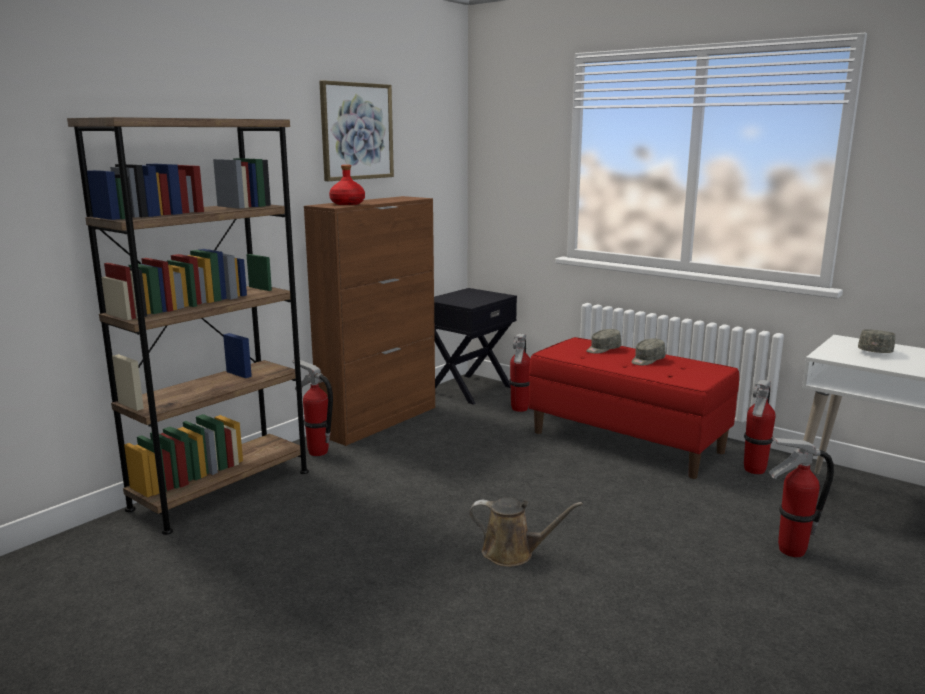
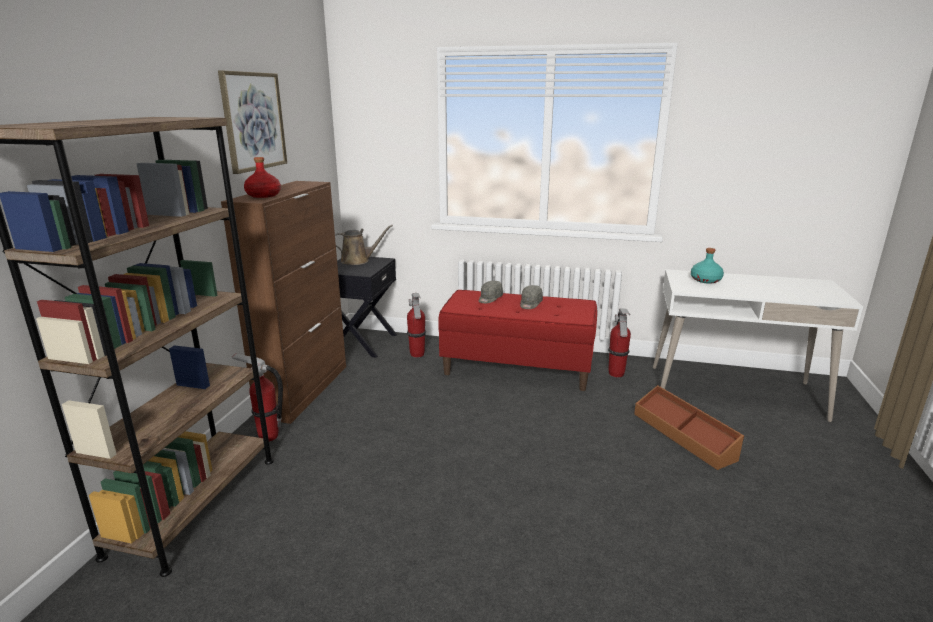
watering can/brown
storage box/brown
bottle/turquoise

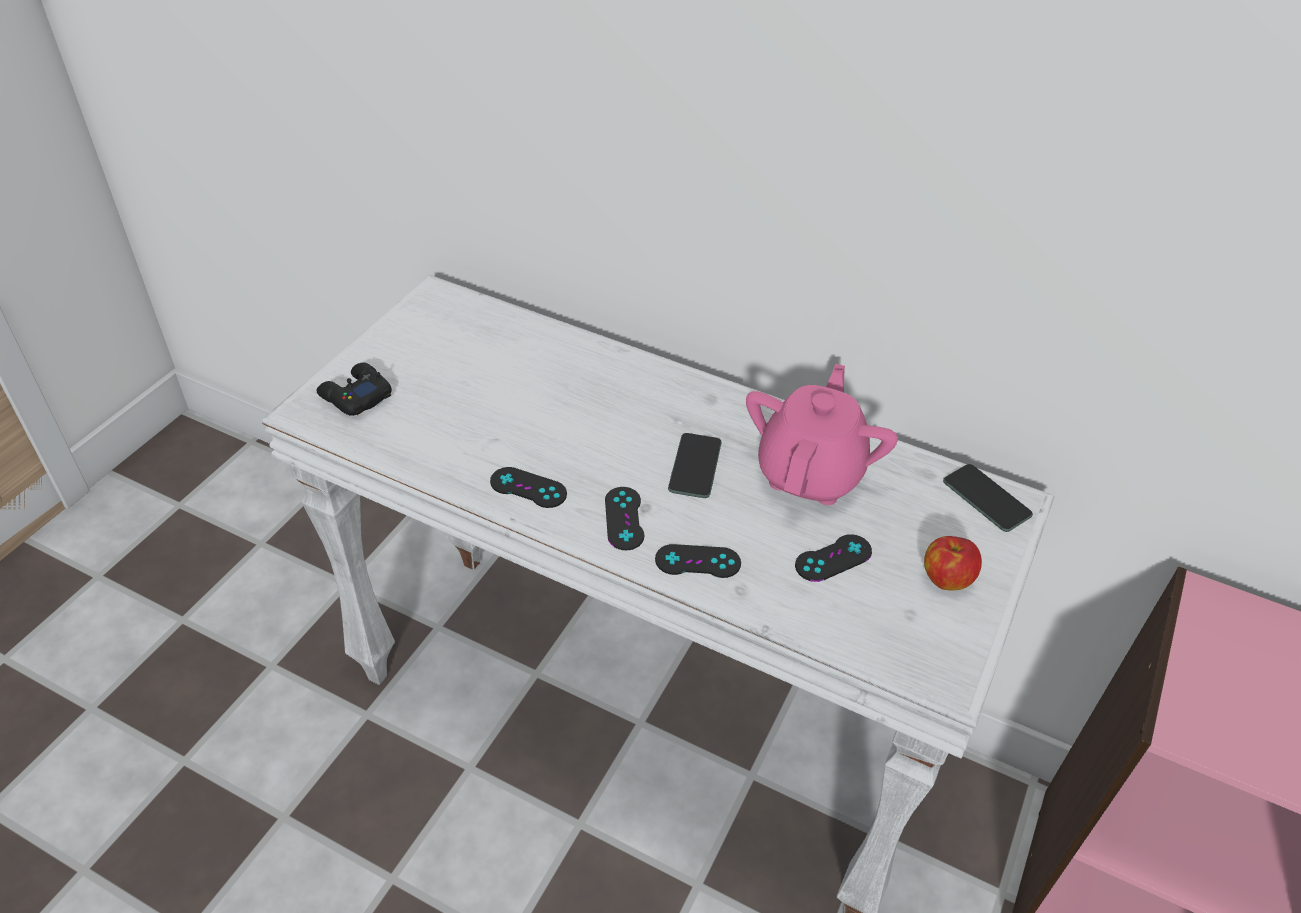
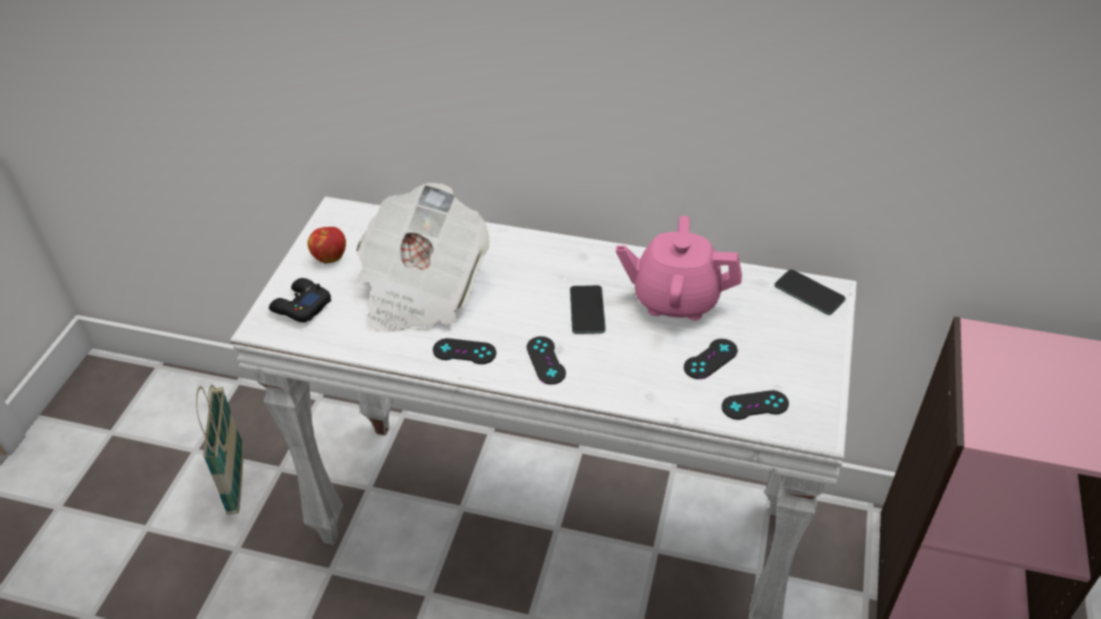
basket
newspaper
game controller/black (5th from left)
apple
teapot/pink

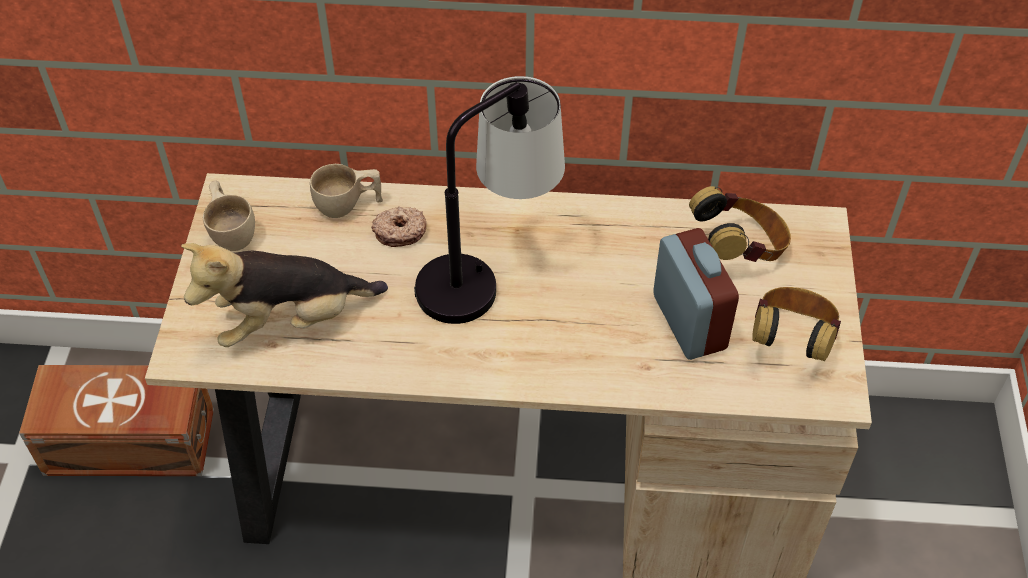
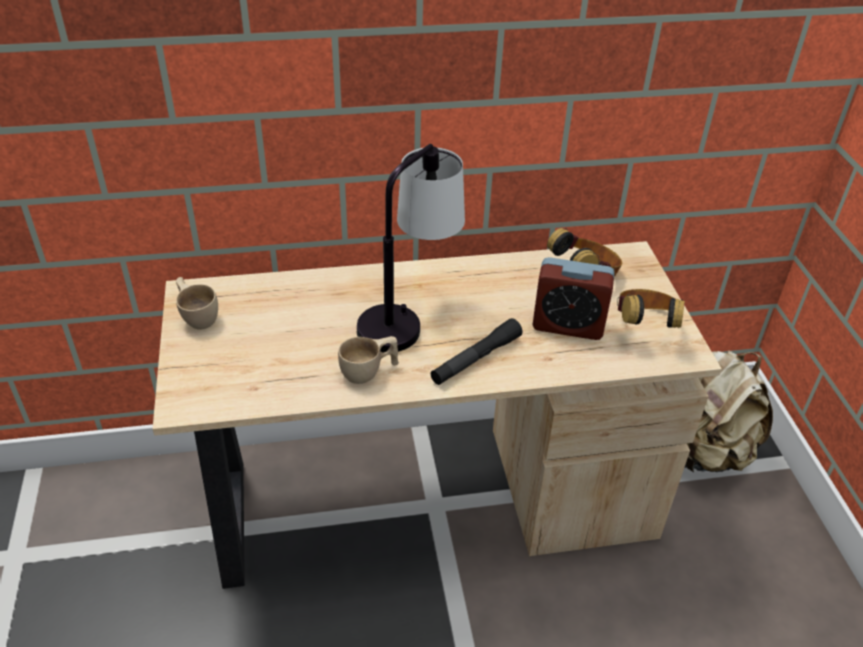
storage box/brown
plush toy
donut
flashlight/black
backpack/beige
cup/beige (2nd from left)
alarm clock

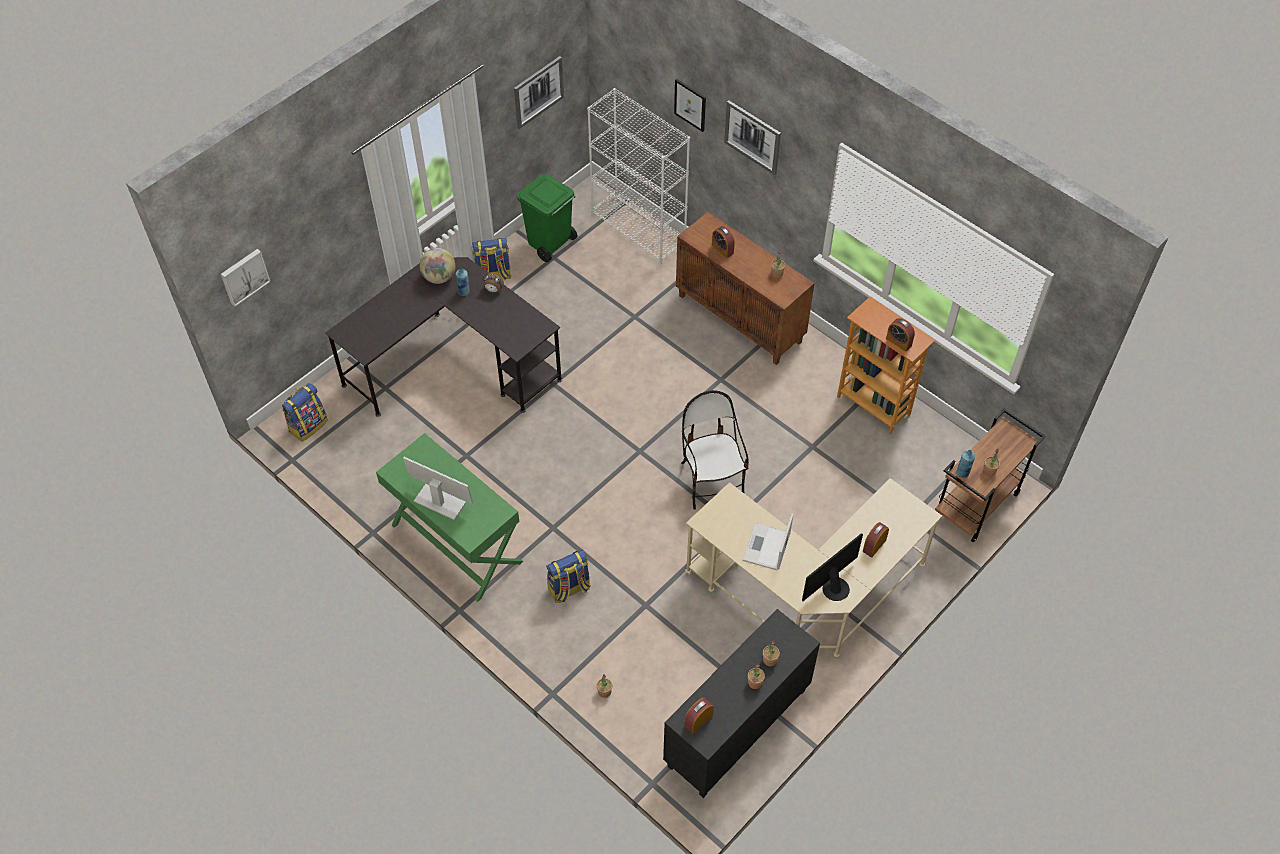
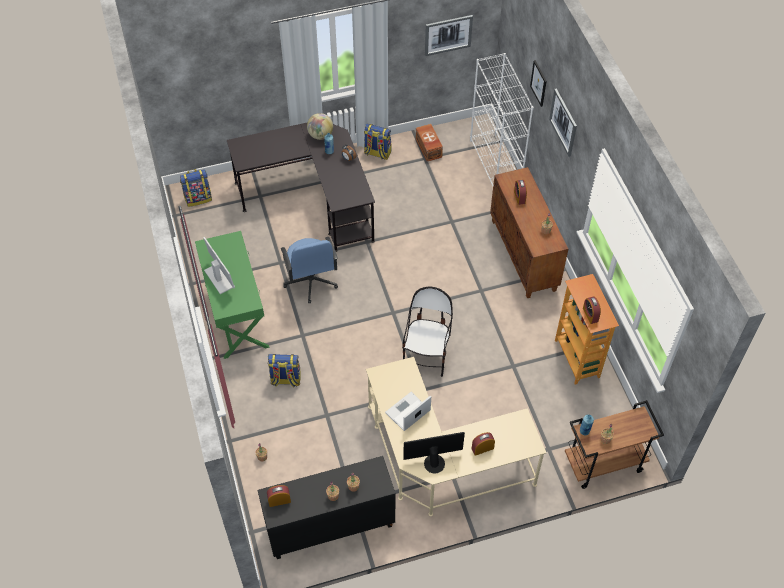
picture (1st from left in the first image)
office chair/blue
storage box/brown

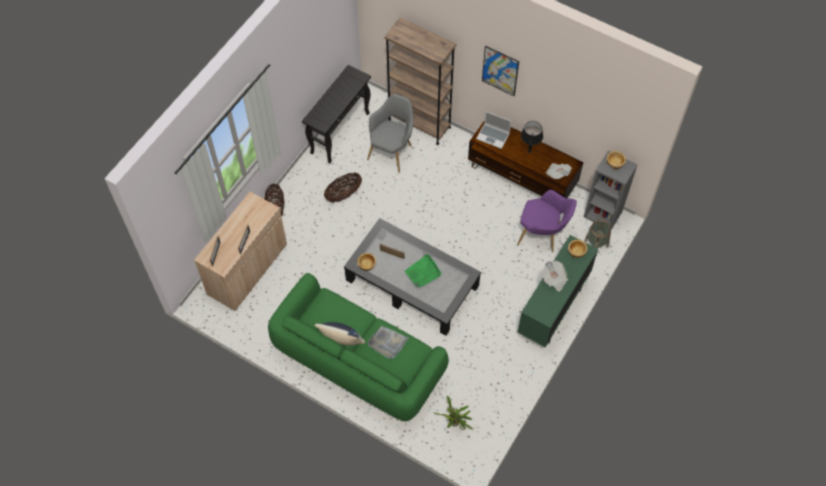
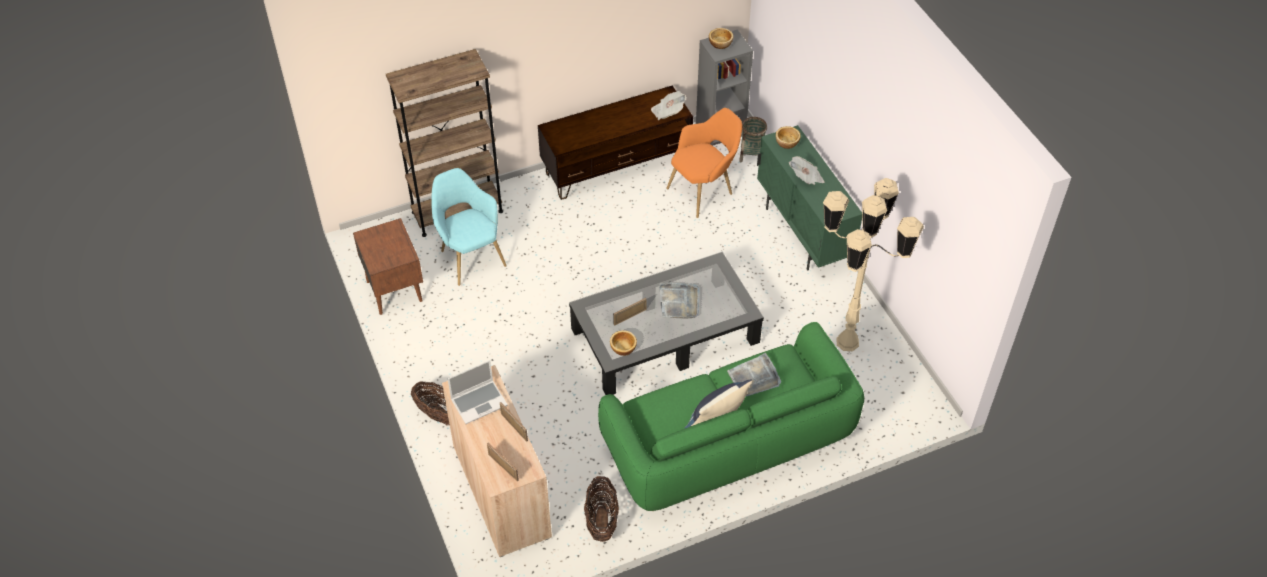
potted plant
picture
table lamp/black
floor lamp/beige
basket (2nd from left)
laptop
nightstand/brown
armchair/turquoise
tray/grey (1st from left)
armchair/orange

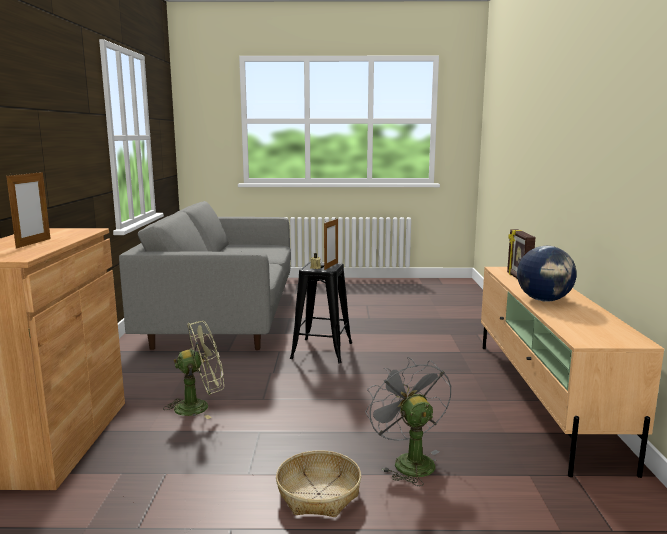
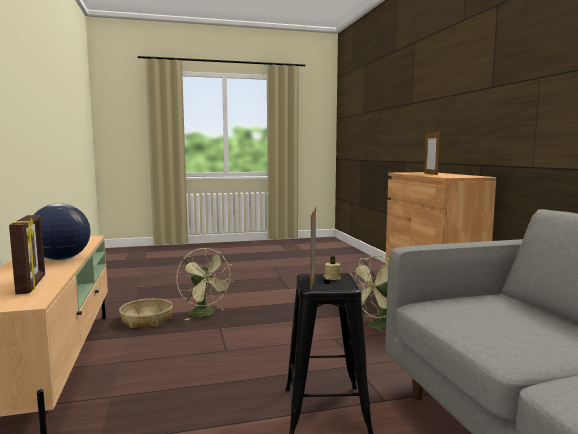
basket
fan/green (1st from left)

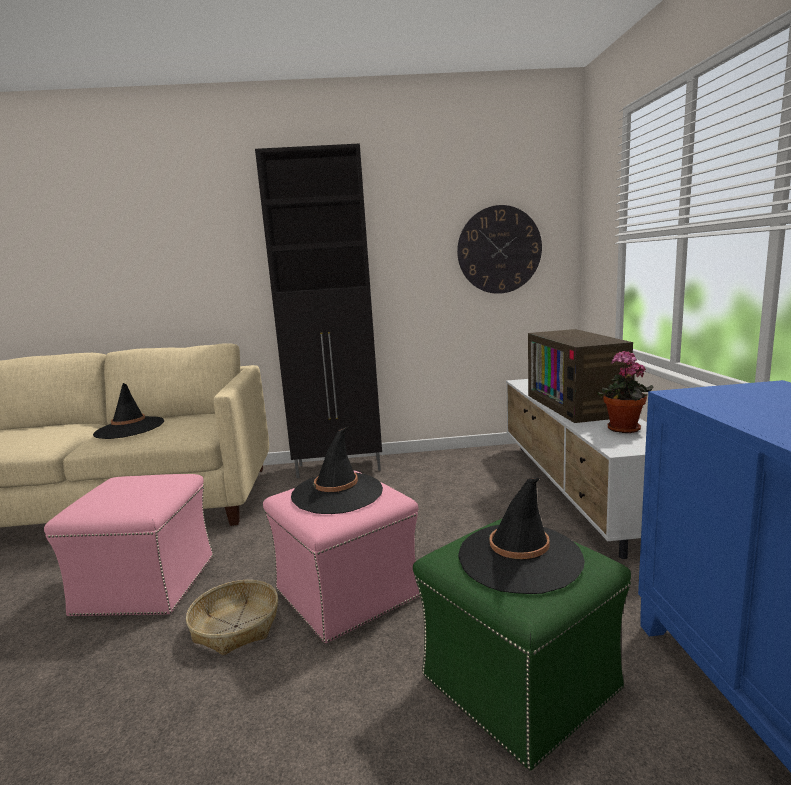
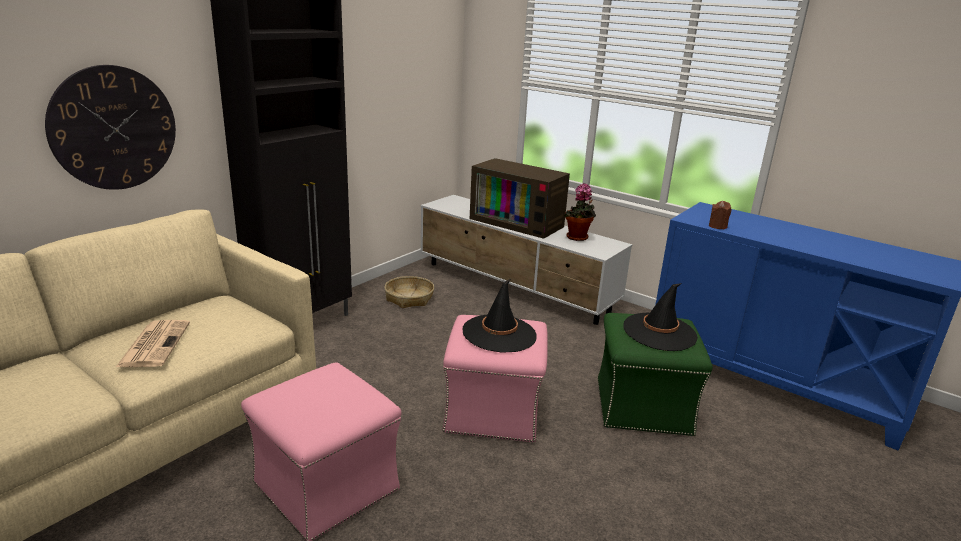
candle/brown
basket
wall clock
newspaper

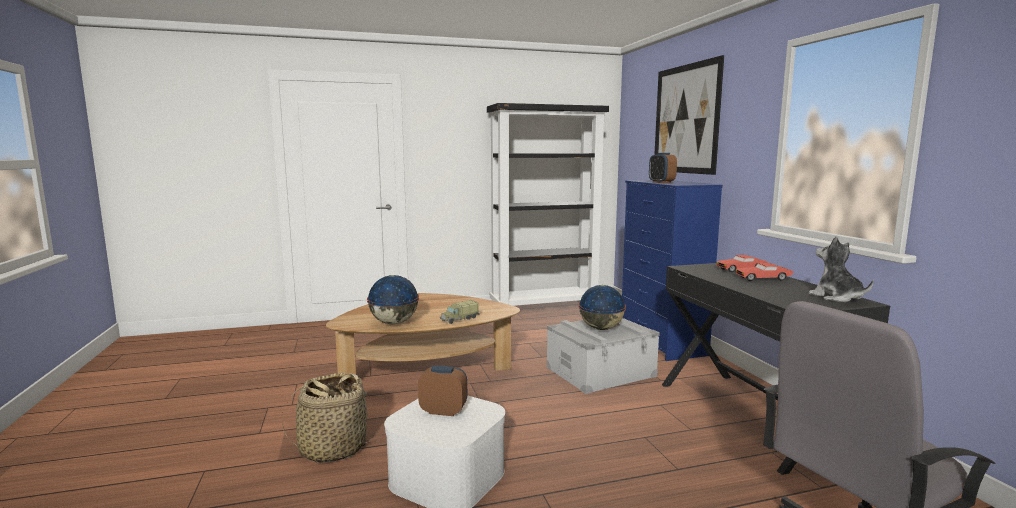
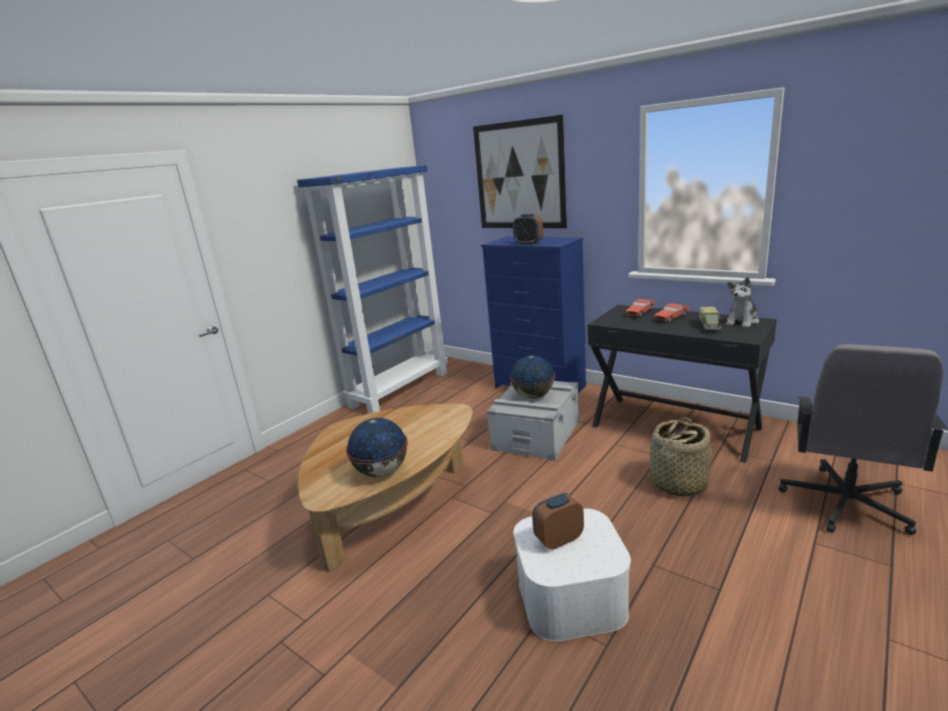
basket
toy truck
bookcase/blue
plush toy

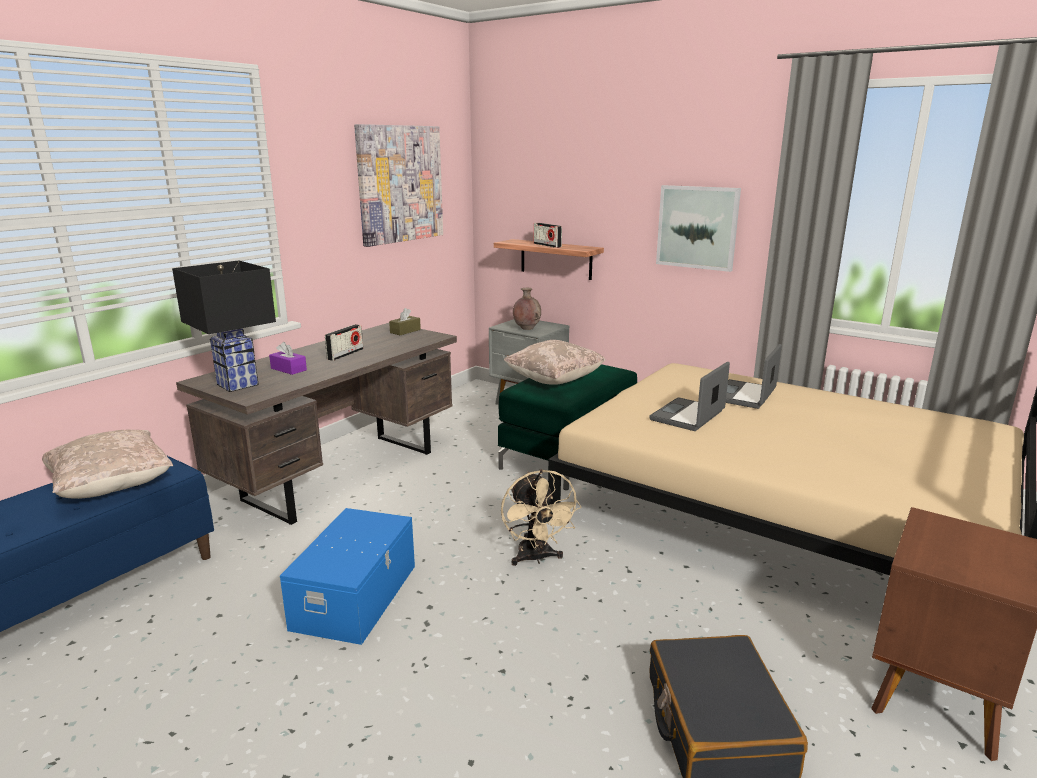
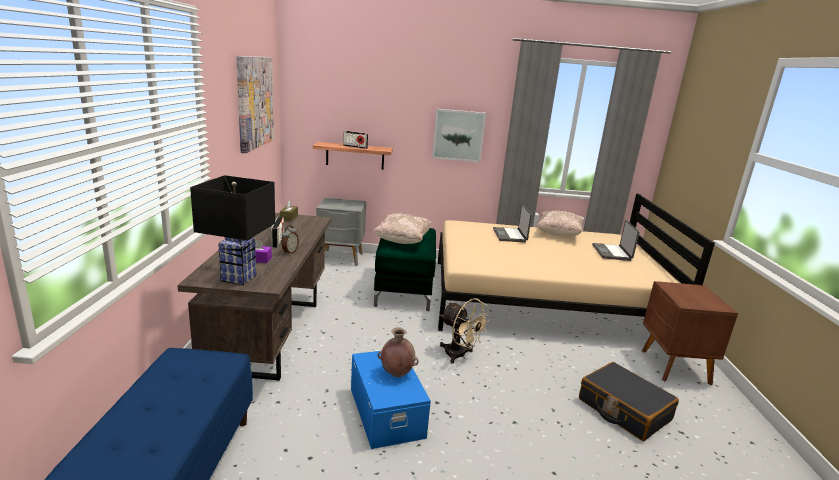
alarm clock
pillow/beige (2nd from left)
vase/brown
laptop (2nd from left)

